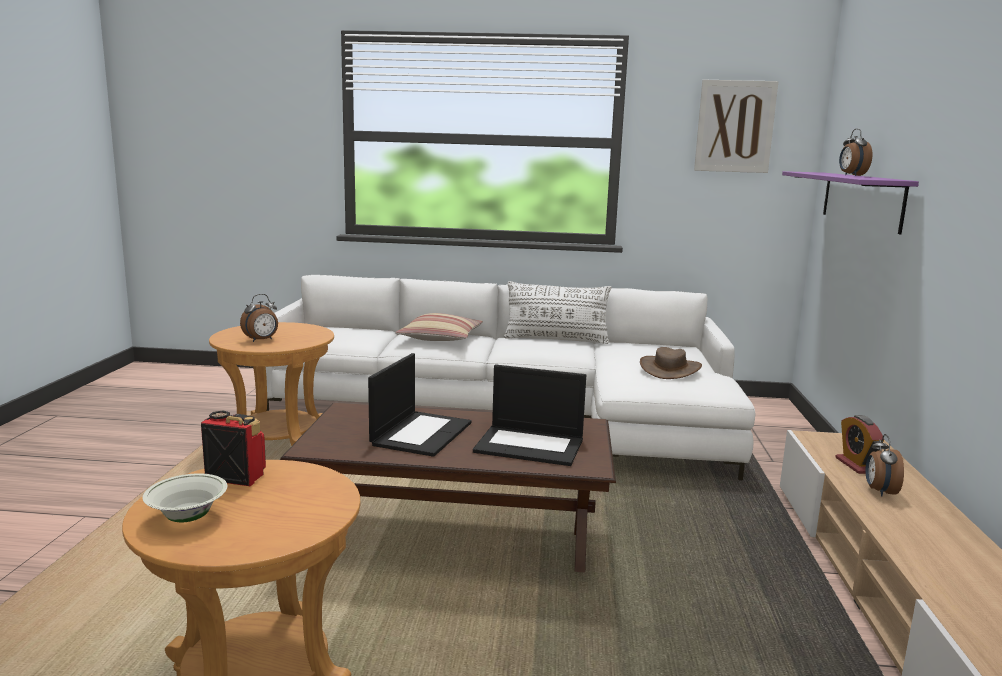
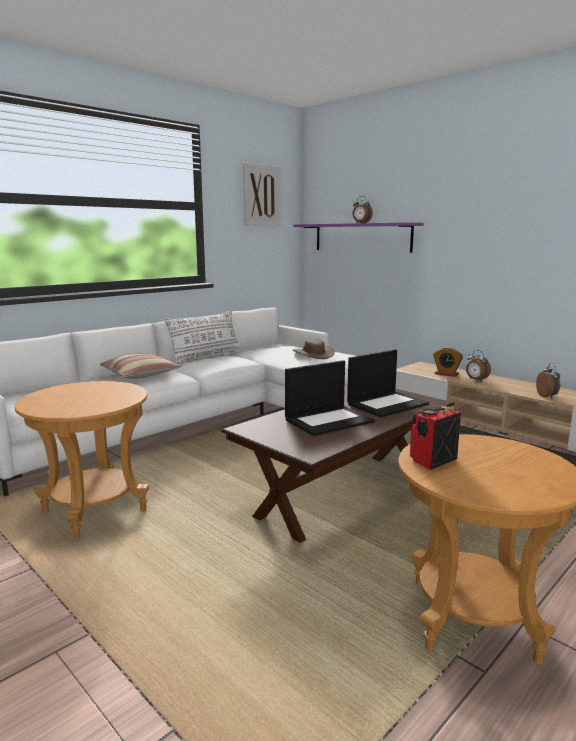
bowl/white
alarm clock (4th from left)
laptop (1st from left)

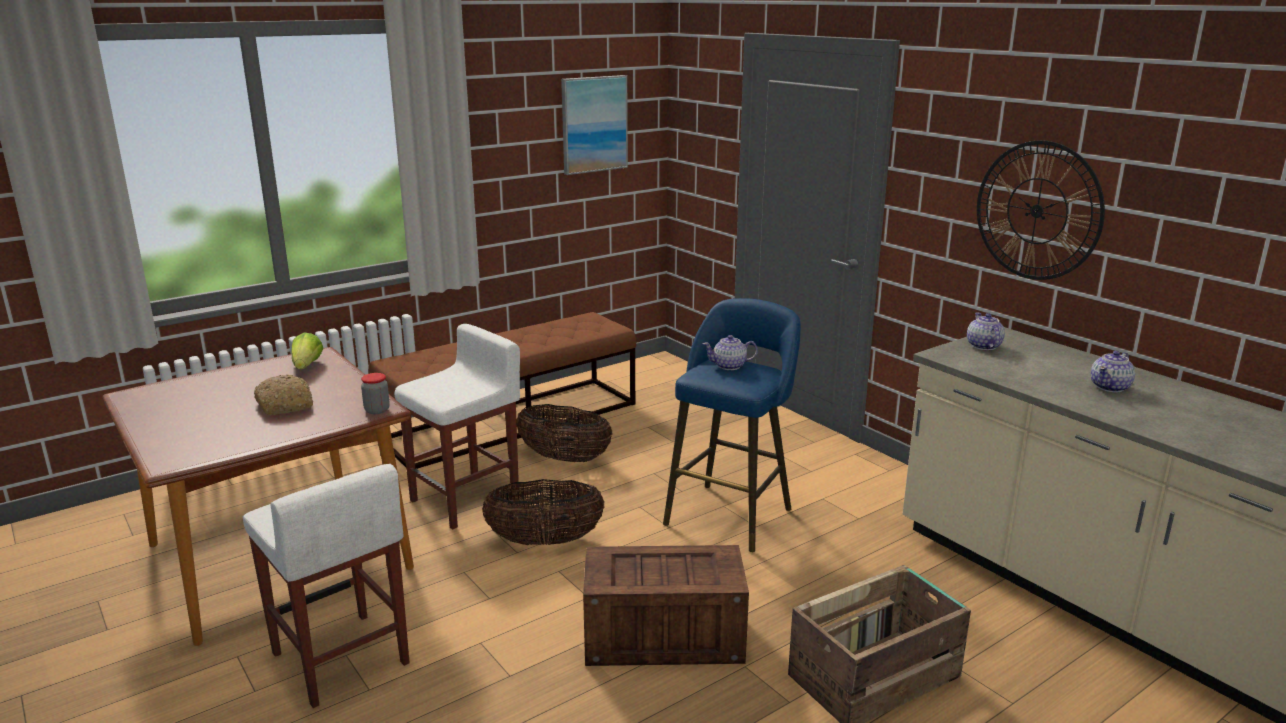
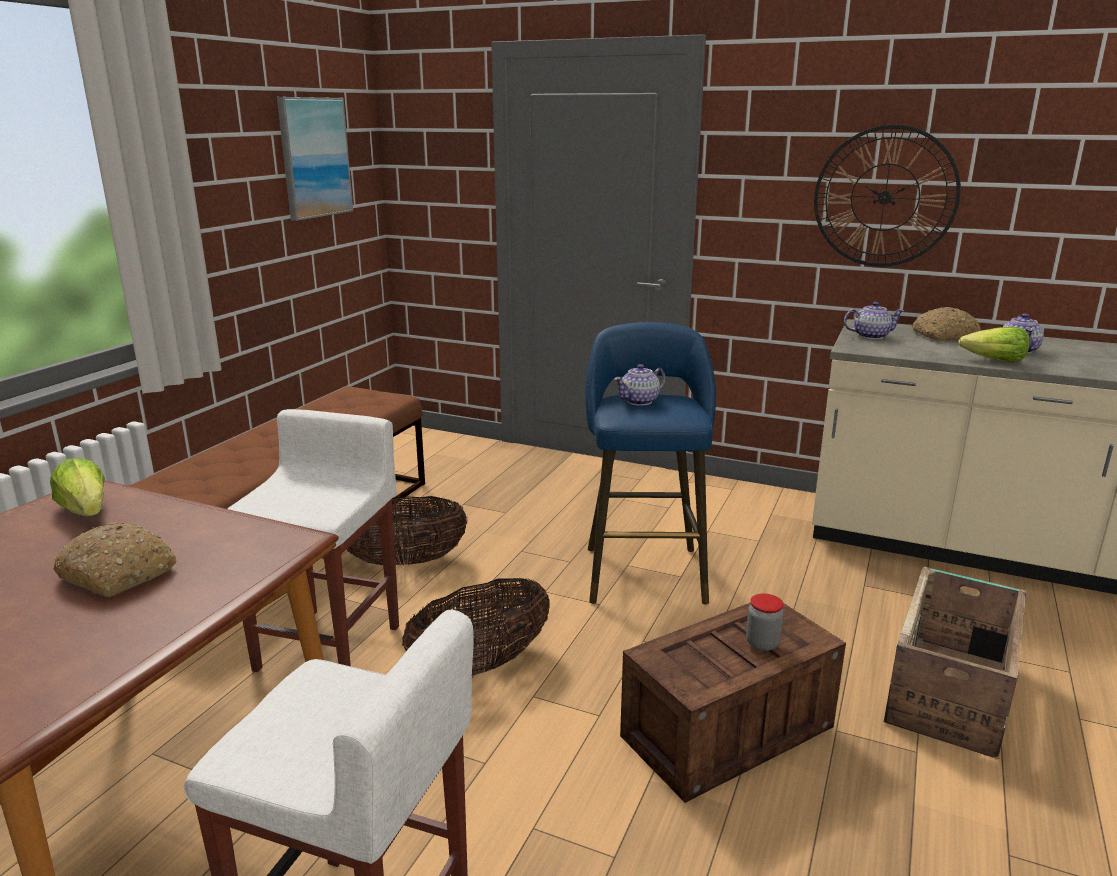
bread (2nd from left)
lettuce (2nd from left)
jar
teapot (2nd from left)

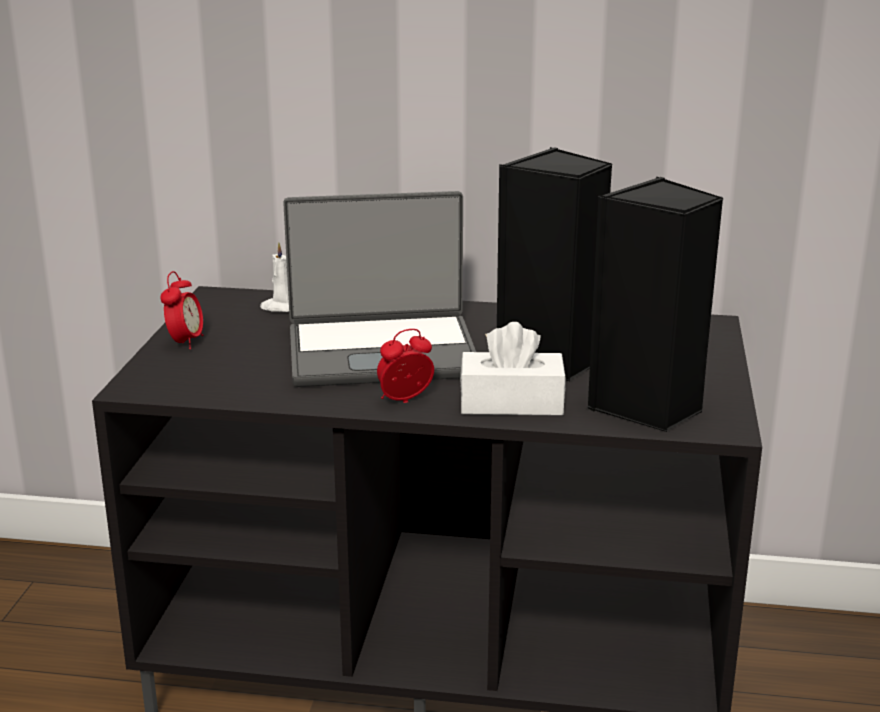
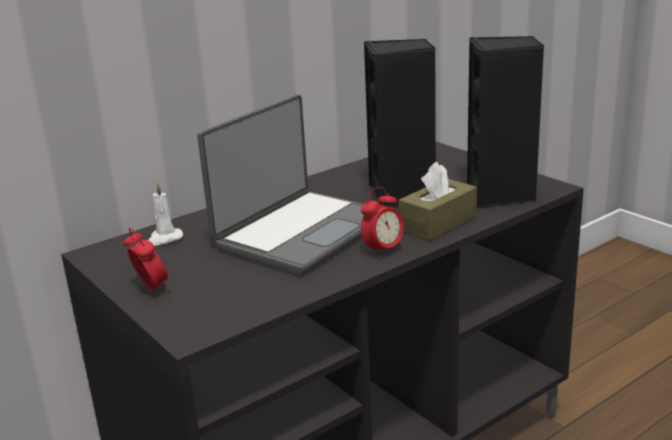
tissue box/brown
alarm clock (2nd from left)

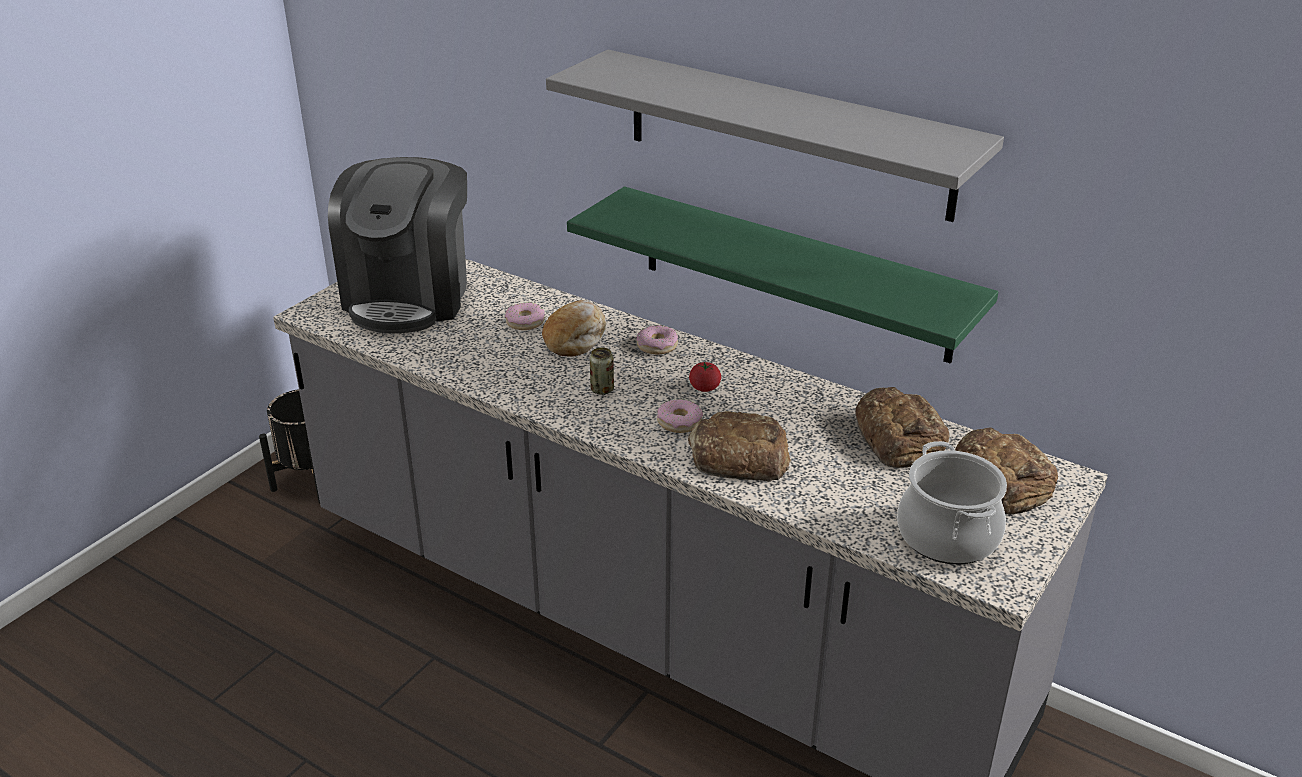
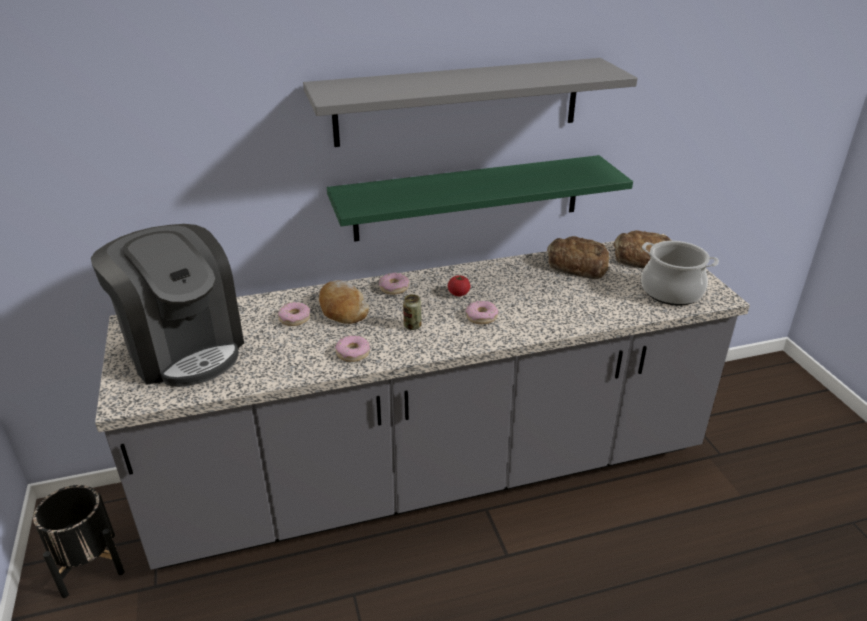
bread (2nd from left in the first image)
donut (2nd from left)

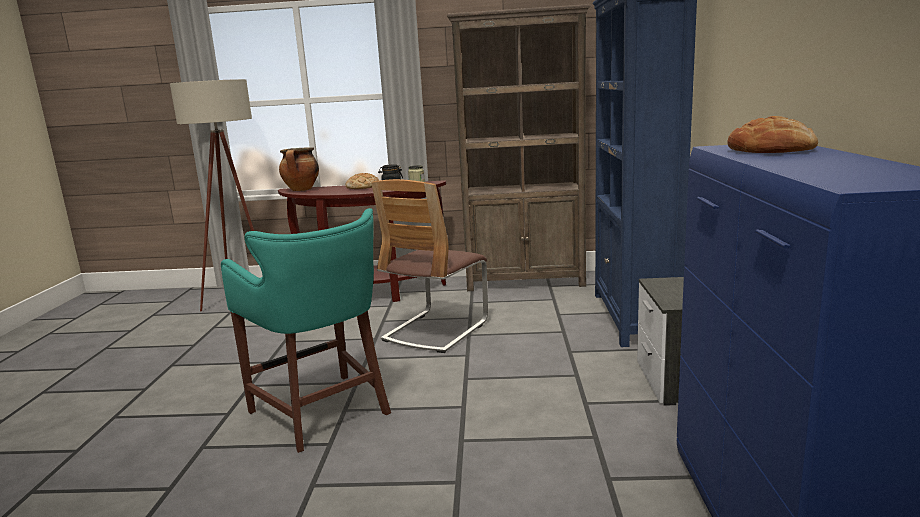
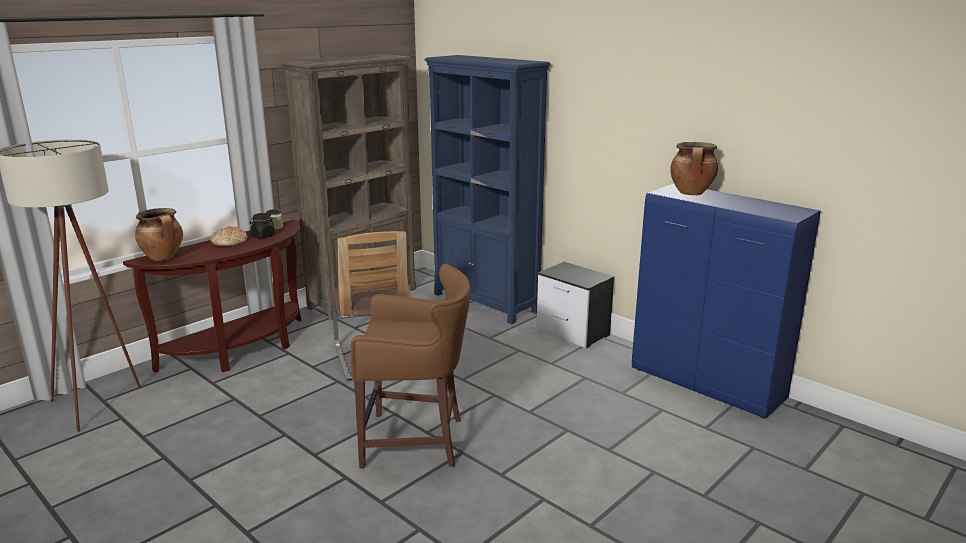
cooking pot (2nd from left)
stool/brown

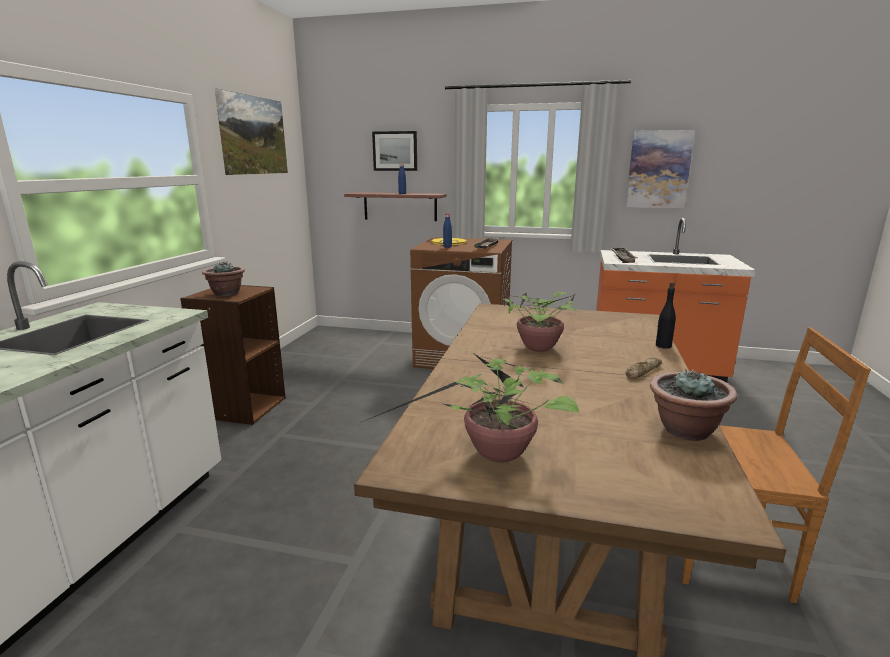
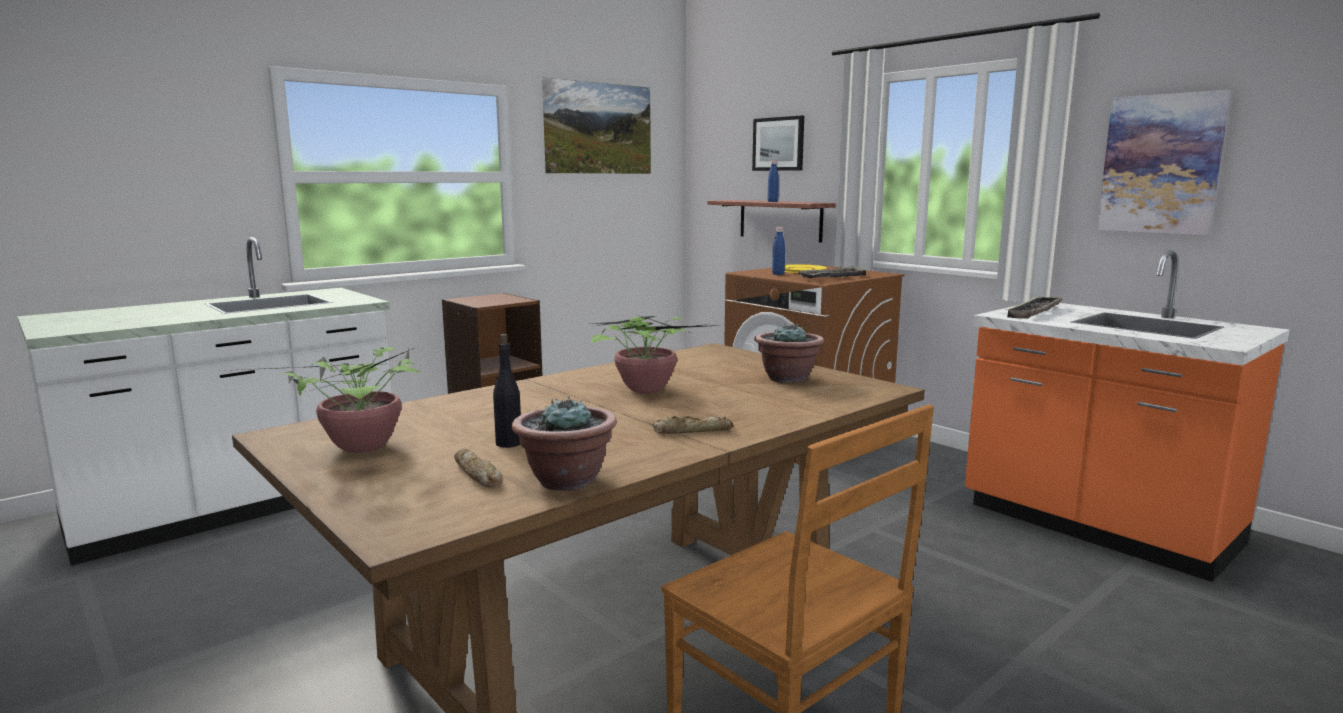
bread (1st from left)
potted plant (4th from left)
bottle/black

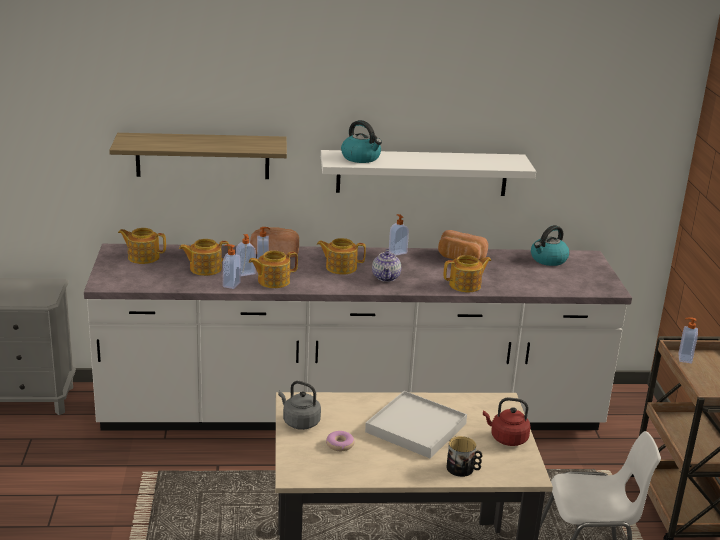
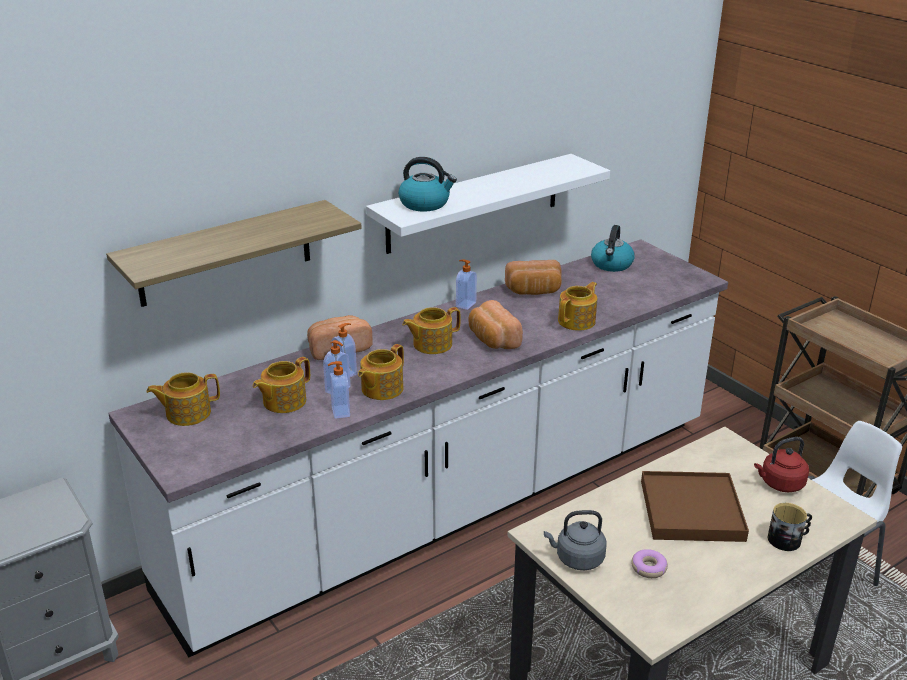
soap dispenser (5th from left in the first image)
bread (2nd from left)
tray/brown

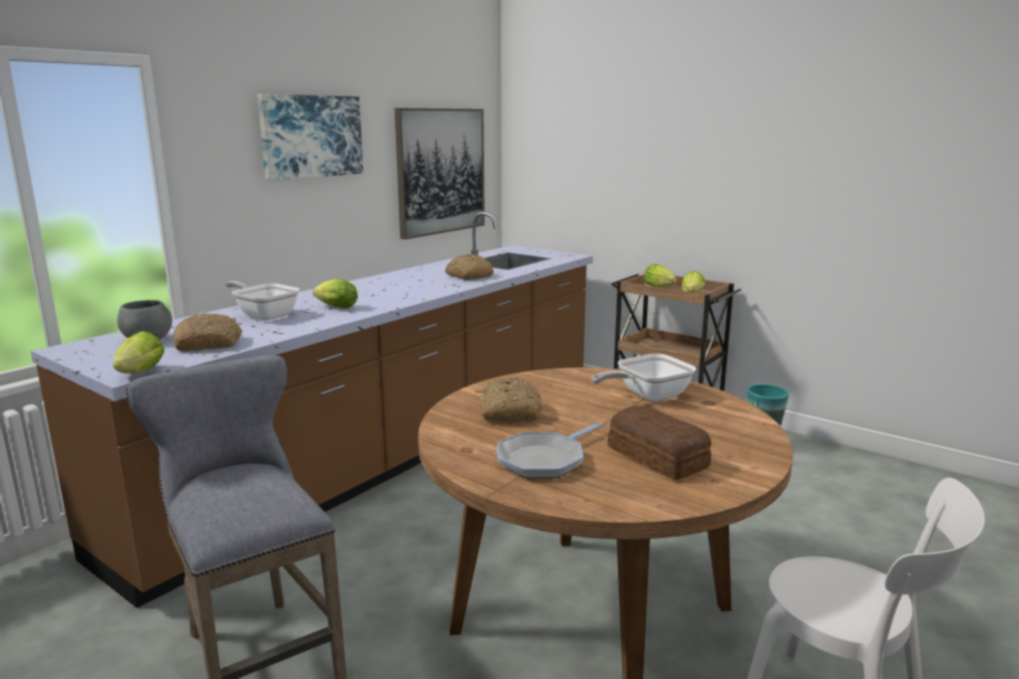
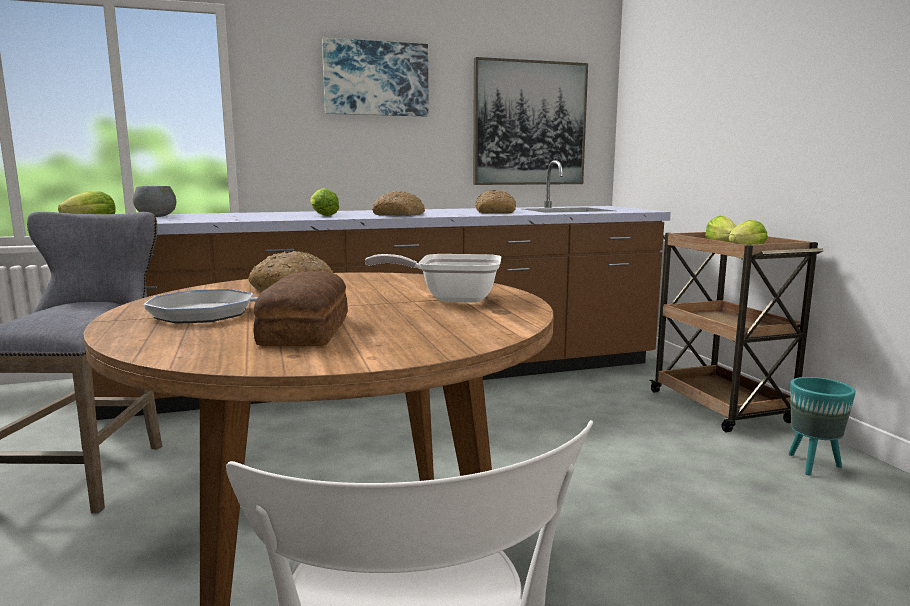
frying pan (1st from left in the first image)
bread (3rd from left)

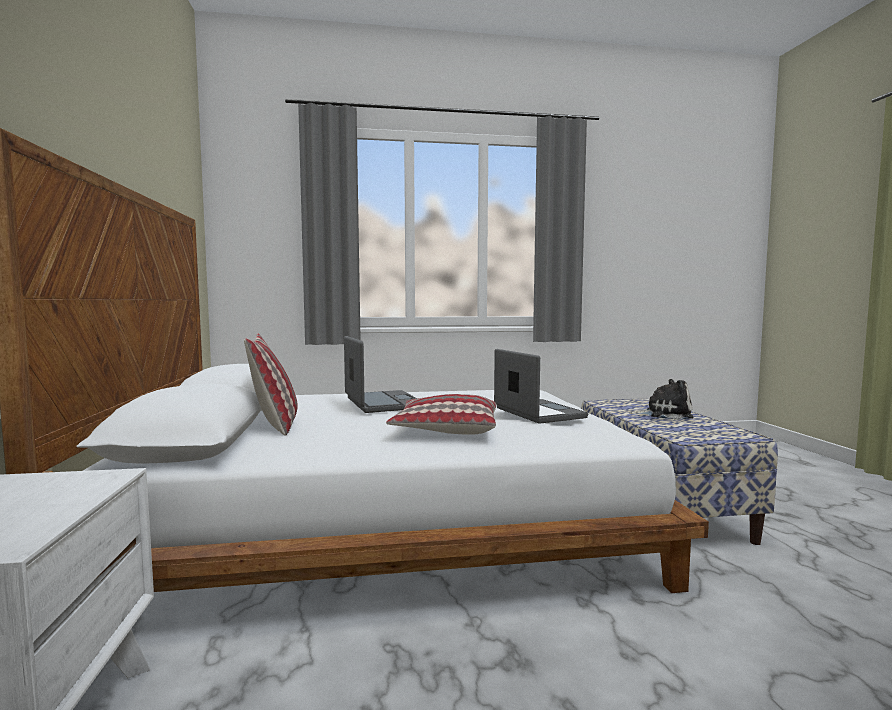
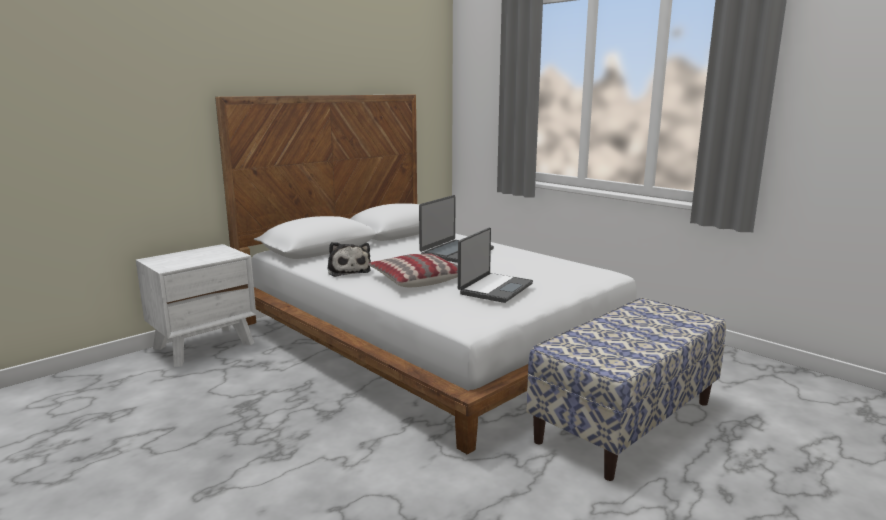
pillow (1st from left in the first image)
plush toy

